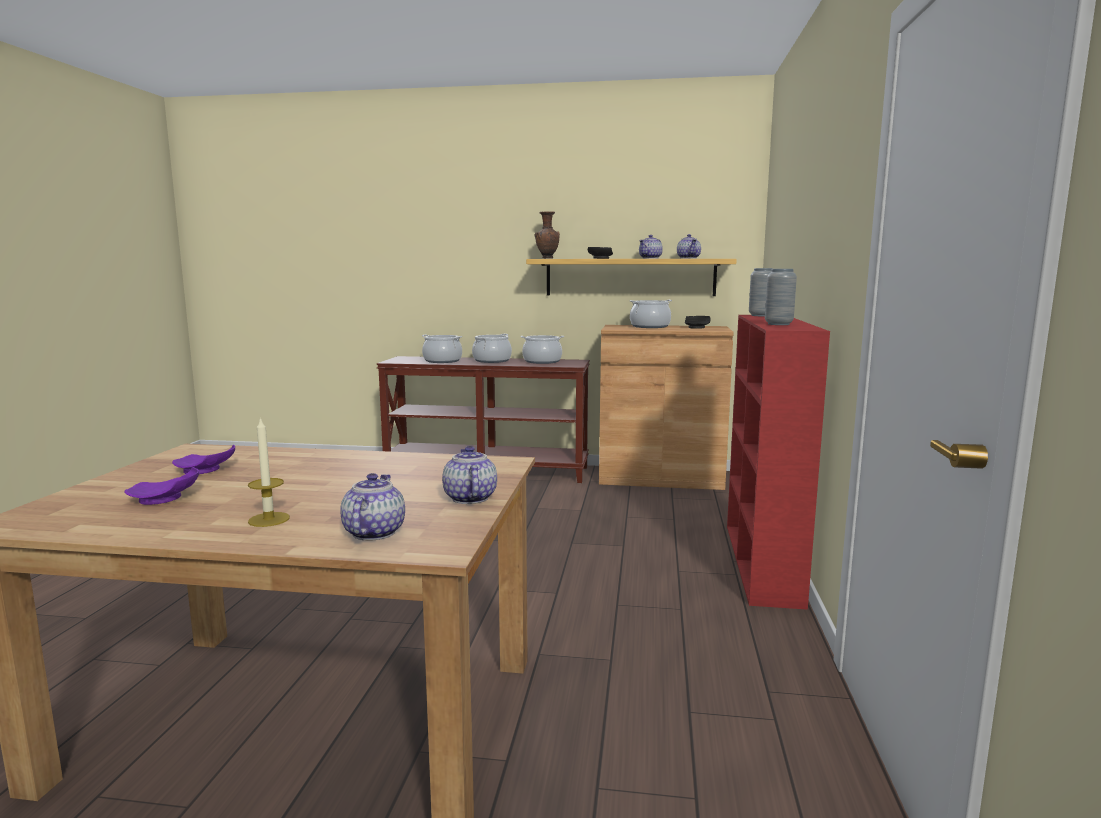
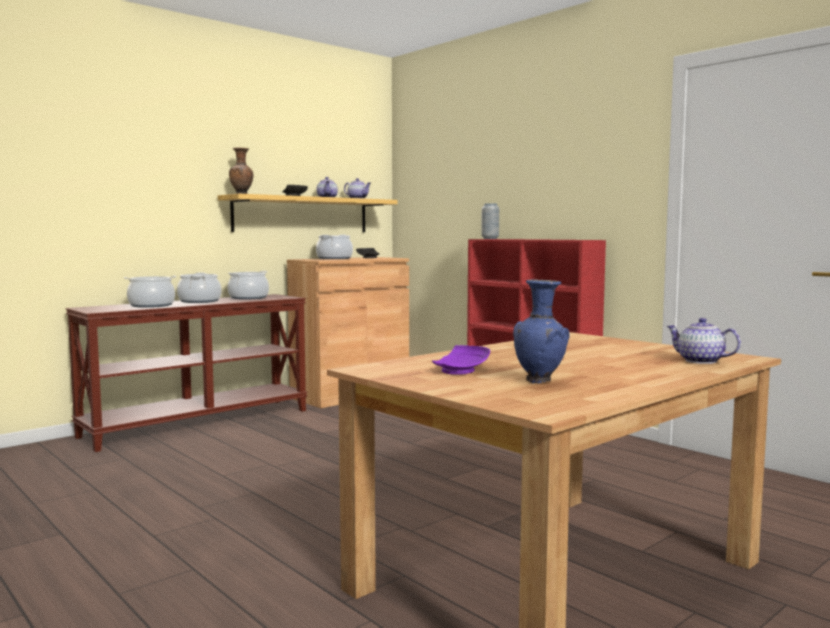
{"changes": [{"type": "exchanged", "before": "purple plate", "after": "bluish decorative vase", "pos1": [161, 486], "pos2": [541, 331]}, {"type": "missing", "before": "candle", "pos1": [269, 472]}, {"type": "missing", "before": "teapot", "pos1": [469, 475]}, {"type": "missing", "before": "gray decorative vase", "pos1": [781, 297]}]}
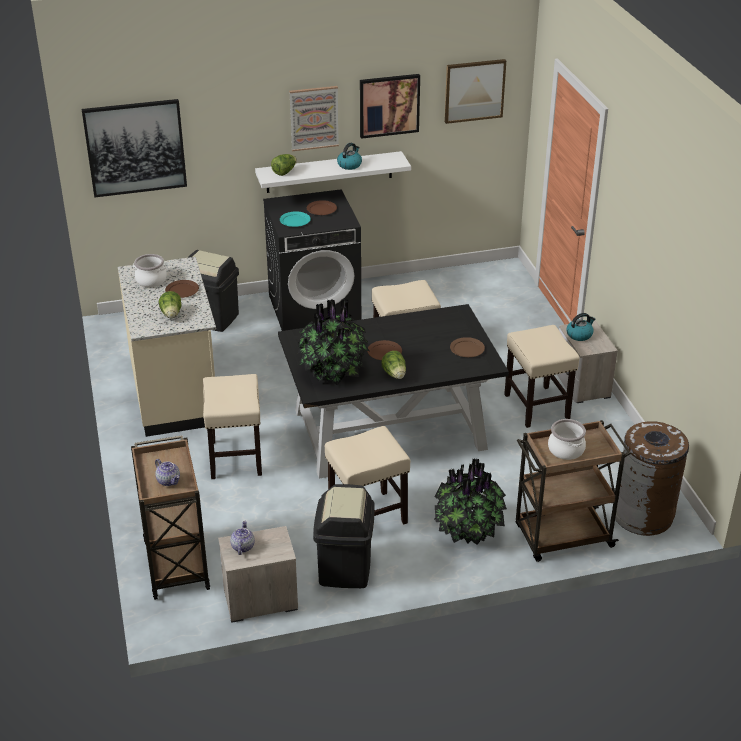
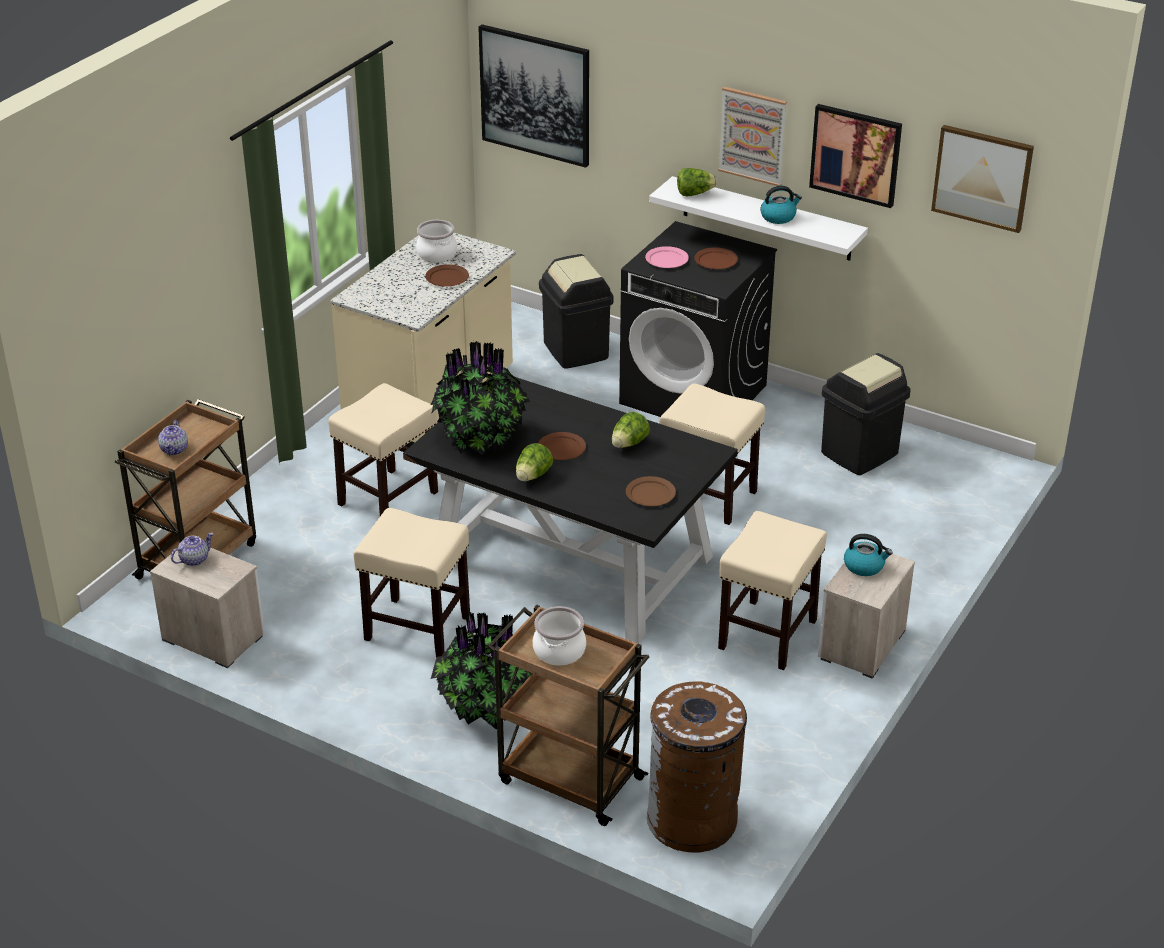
{"changes": [{"type": "relocated", "before": "head of lettuce", "pos1": [170, 304], "pos2": [631, 430]}, {"type": "colour", "before": "turquoise plate", "after": "pink plate", "pos1": [295, 219], "pos2": [667, 257]}, {"type": "relocated", "before": "blackish rubbish bin", "pos1": [344, 536], "pos2": [865, 414]}]}
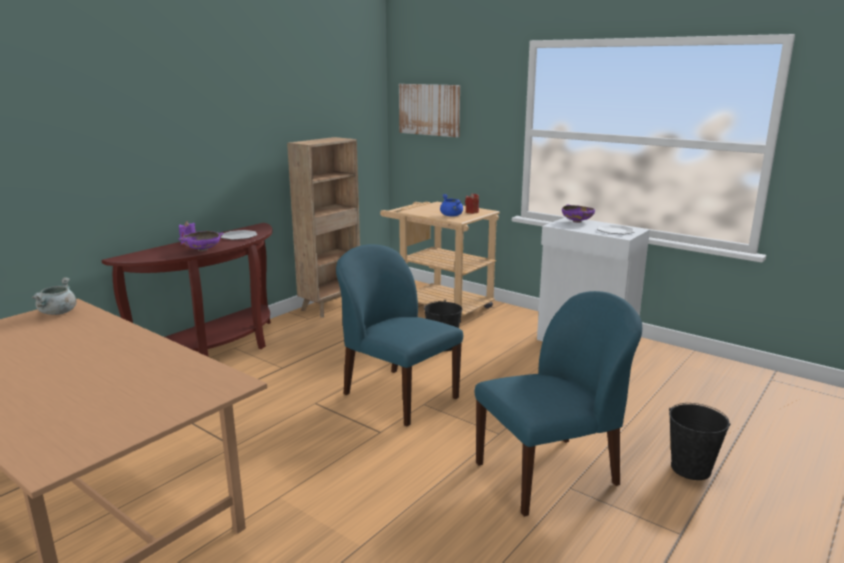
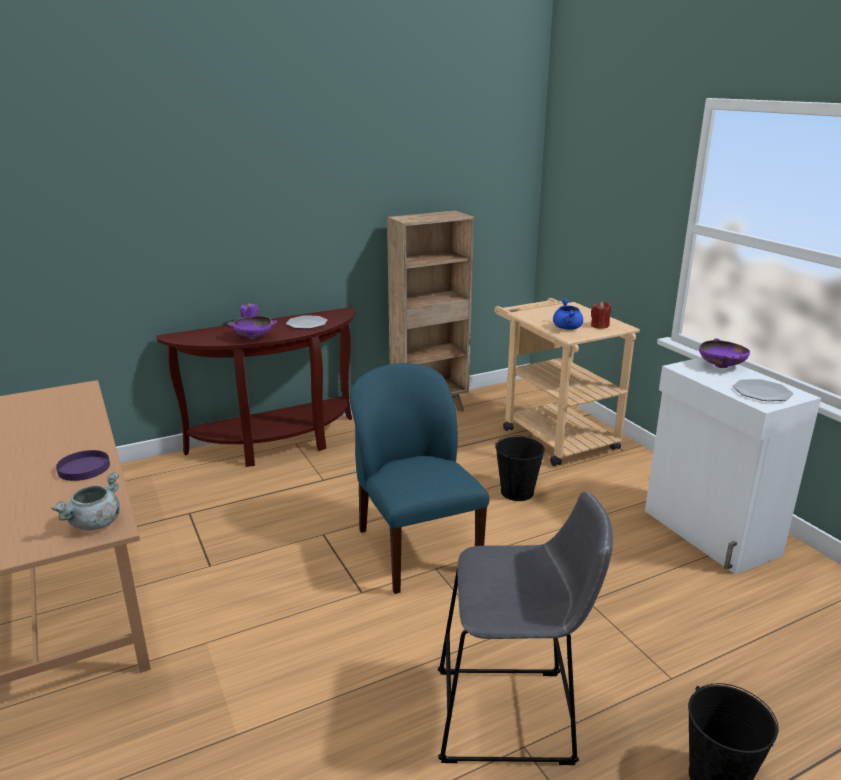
{"changes": [{"type": "relocated", "before": "gray stockpot", "pos1": [54, 296], "pos2": [85, 501]}, {"type": "appeared", "after": "purple plate", "pos2": [83, 465]}, {"type": "exchanged", "before": "bluish upright chair", "after": "gray stool", "pos1": [558, 404], "pos2": [525, 628]}, {"type": "missing", "before": "wall picture", "pos1": [429, 110]}]}
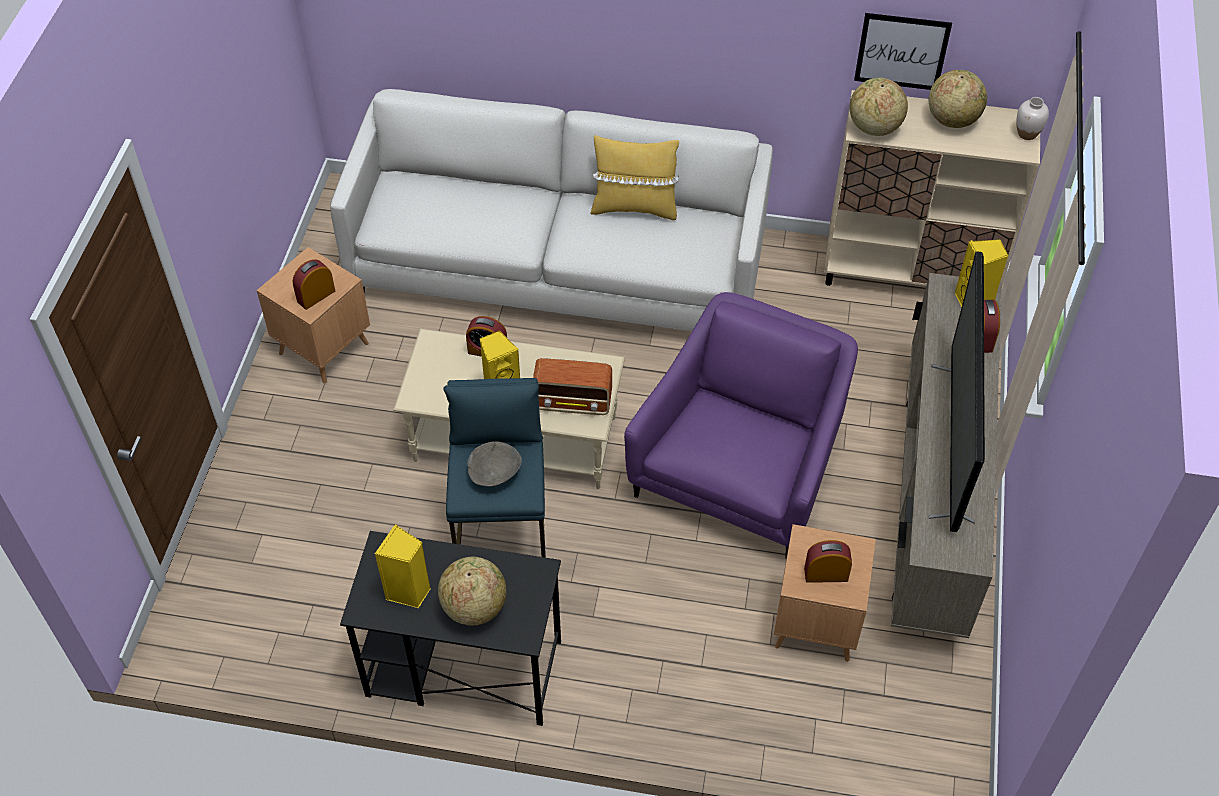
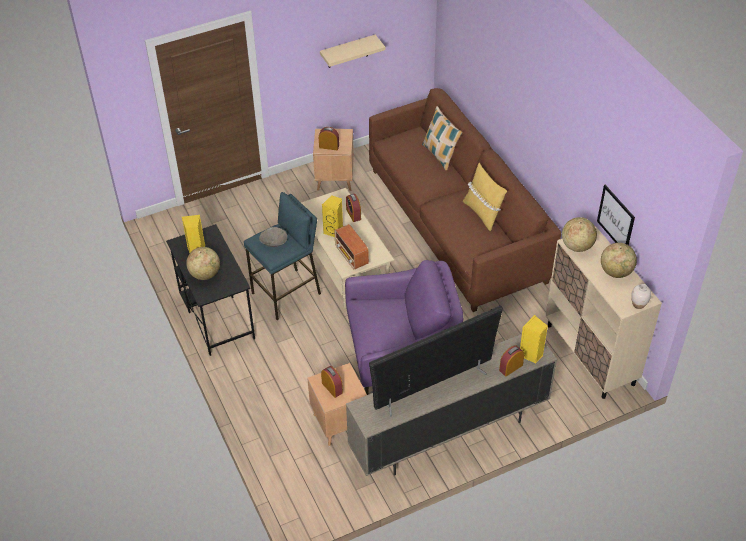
{"changes": [{"type": "appeared", "after": "beige bracket shelf", "pos2": [352, 51]}, {"type": "colour", "before": "whitish settee", "after": "brown-coloured settee", "pos1": [551, 210], "pos2": [465, 200]}, {"type": "appeared", "after": "pillow", "pos2": [442, 138]}]}
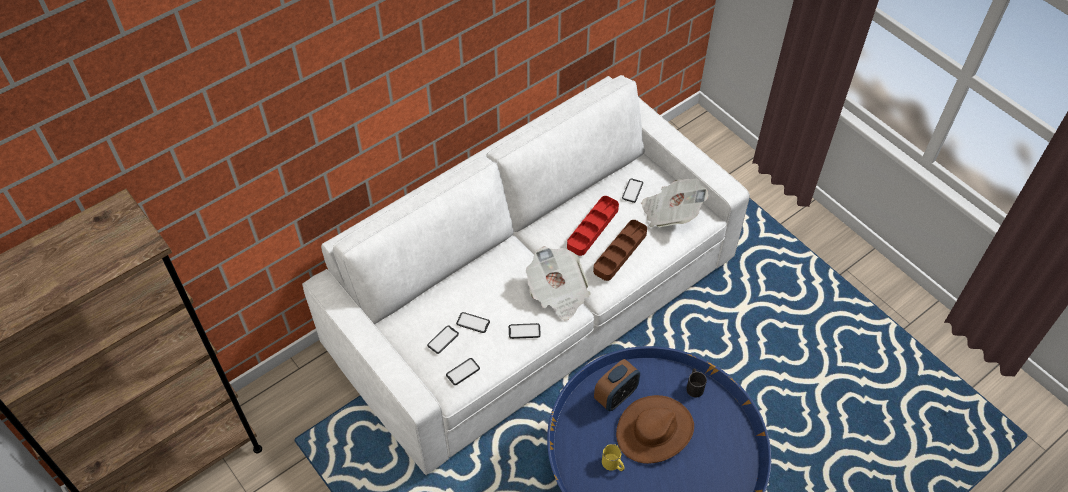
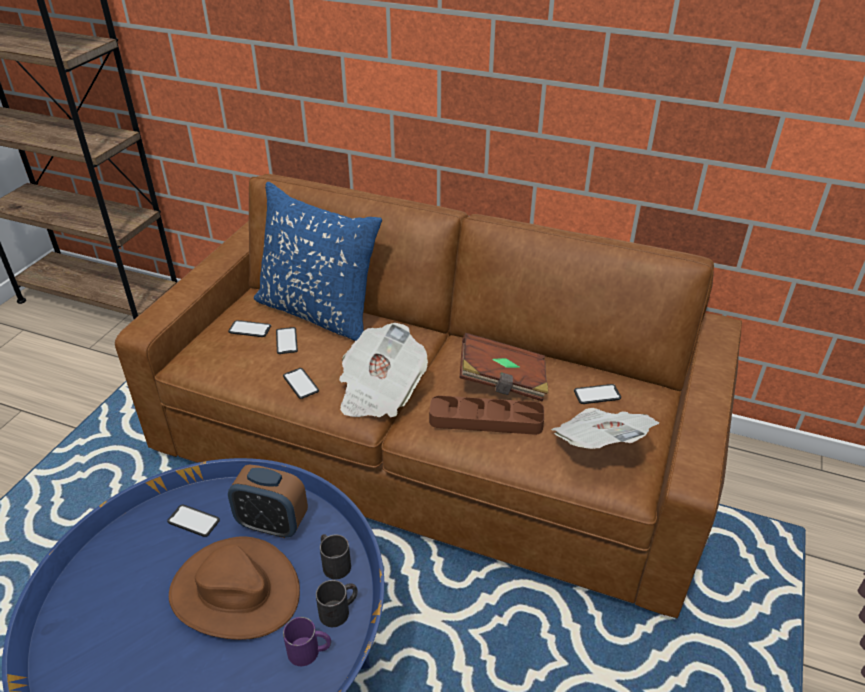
{"changes": [{"type": "colour", "before": "whitish settee", "after": "brown-coloured settee", "pos1": [526, 275], "pos2": [428, 396]}, {"type": "relocated", "before": "telephone", "pos1": [463, 371], "pos2": [193, 521]}, {"type": "appeared", "after": "bluish pillow", "pos2": [318, 261]}, {"type": "appeared", "after": "purple coffee mug", "pos2": [307, 641]}, {"type": "appeared", "after": "blackish coffee mug", "pos2": [335, 556]}, {"type": "exchanged", "before": "red-coloured carrying tray", "after": "brown-coloured bound book", "pos1": [593, 226], "pos2": [504, 367]}, {"type": "missing", "before": "yellowish coffee mug", "pos1": [613, 457]}]}
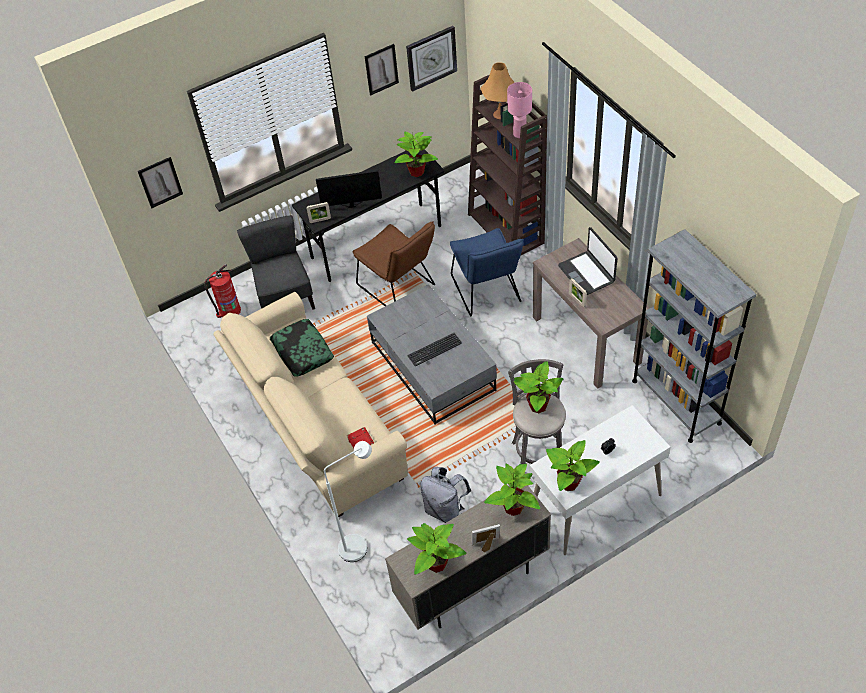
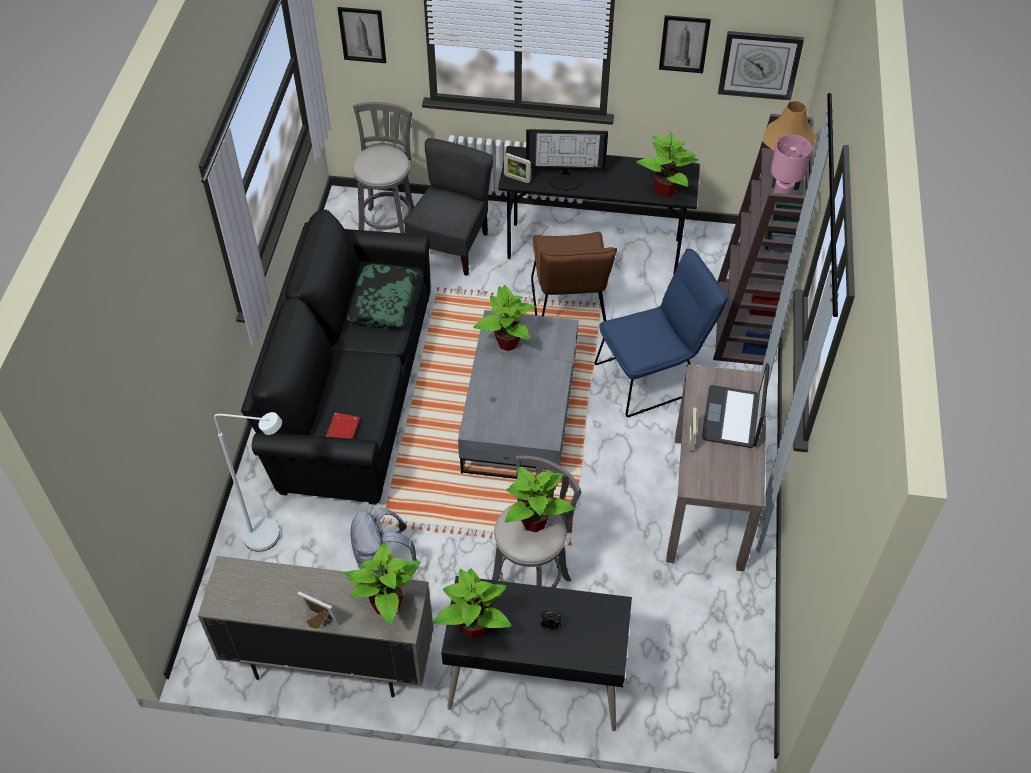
{"changes": [{"type": "colour", "before": "beige settee", "after": "blackish settee", "pos1": [311, 404], "pos2": [336, 357]}, {"type": "exchanged", "before": "extinguisher", "after": "gray stool", "pos1": [222, 291], "pos2": [383, 167]}, {"type": "colour", "before": "whitish desk unit", "after": "blackish desk unit", "pos1": [600, 480], "pos2": [536, 653]}, {"type": "relocated", "before": "potted plant", "pos1": [436, 548], "pos2": [504, 318]}, {"type": "spun", "before": "computer display", "pos1": [349, 189], "pos2": [567, 160], "turn": 150}, {"type": "spun", "before": "bluish upright chair", "pos1": [487, 272], "pos2": [661, 333], "turn": -135}, {"type": "missing", "before": "keyboard", "pos1": [435, 349]}, {"type": "missing", "before": "gray bookshelf", "pos1": [694, 336]}]}
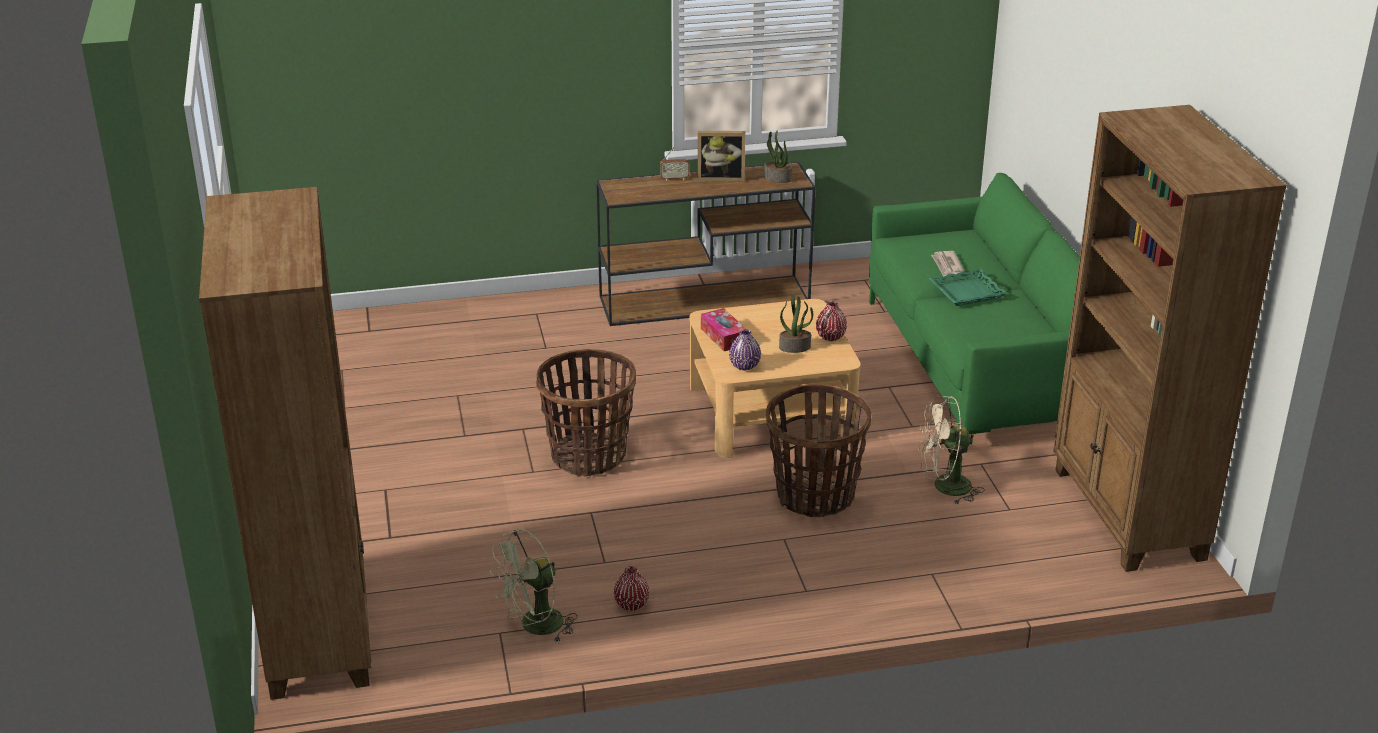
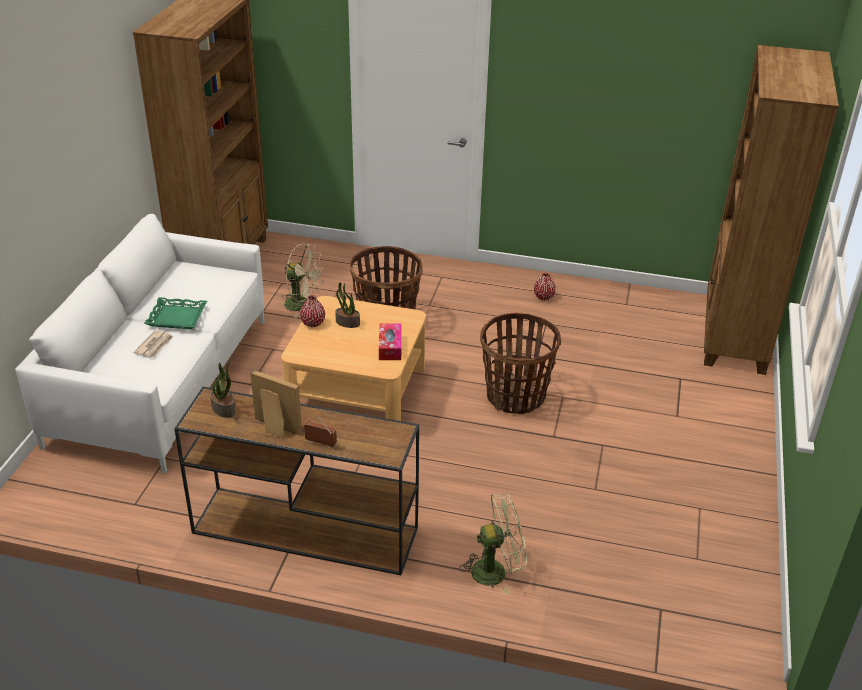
{"changes": [{"type": "colour", "before": "green-coloured settee", "after": "whitish settee", "pos1": [974, 313], "pos2": [140, 343]}, {"type": "relocated", "before": "green-coloured electric fan", "pos1": [533, 586], "pos2": [493, 543]}, {"type": "missing", "before": "purple decorative vase", "pos1": [745, 349]}]}
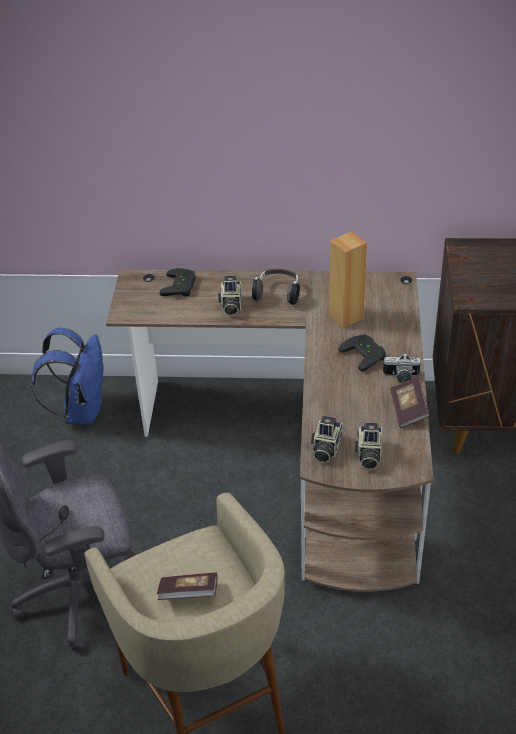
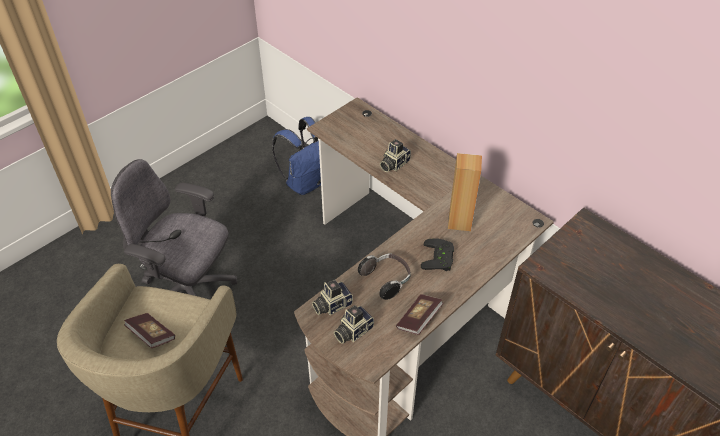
{"changes": [{"type": "relocated", "before": "pair of headphones", "pos1": [276, 287], "pos2": [384, 276]}, {"type": "missing", "before": "blackish joypad", "pos1": [177, 282]}, {"type": "missing", "before": "still camera", "pos1": [401, 368]}]}
